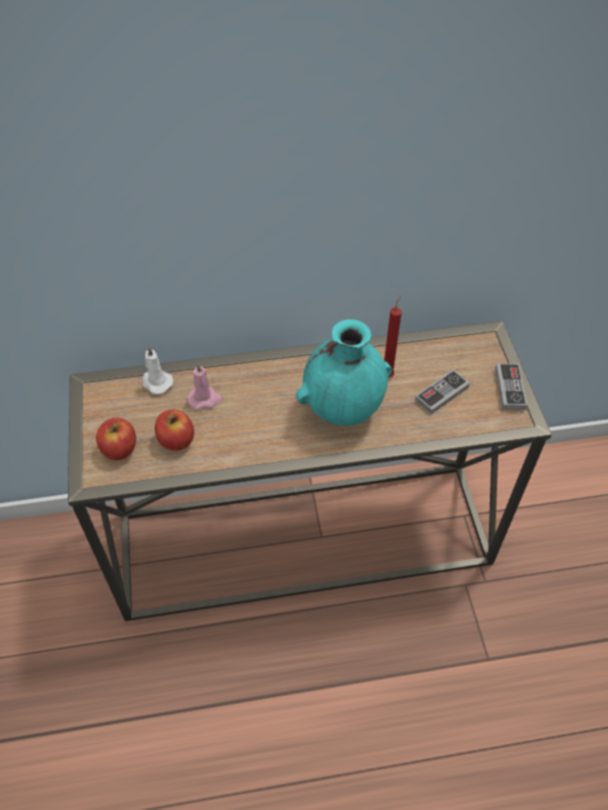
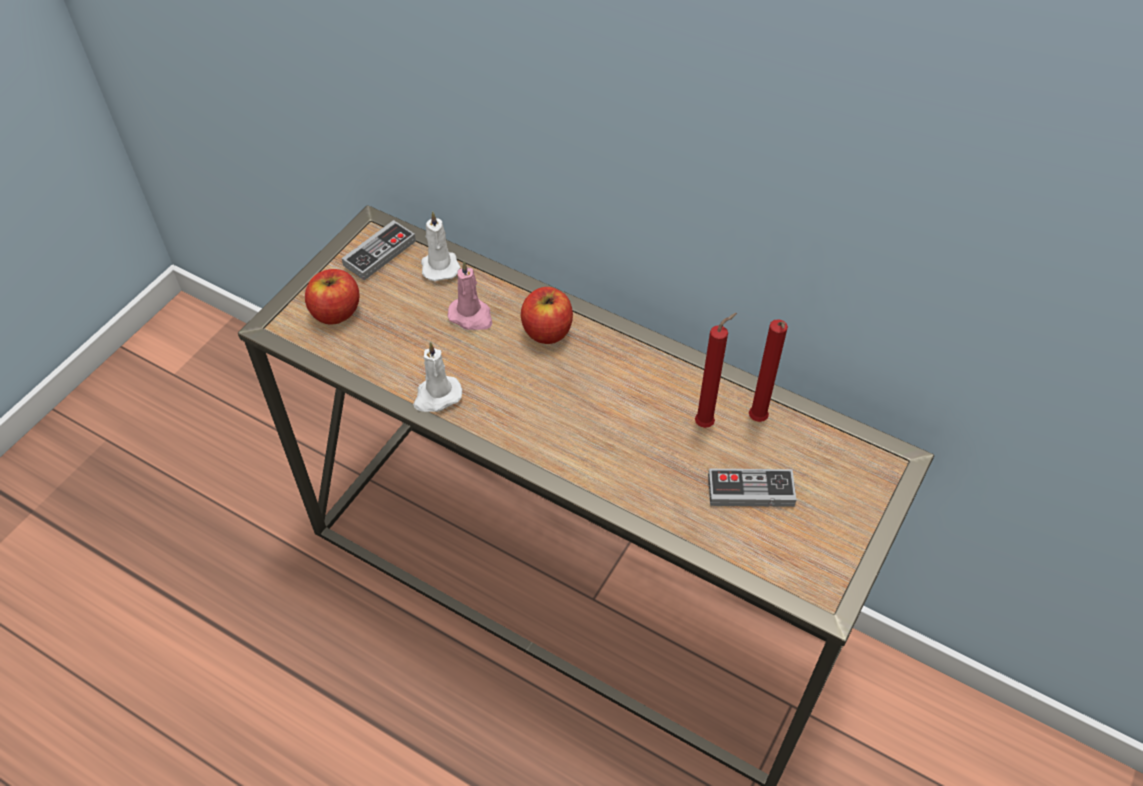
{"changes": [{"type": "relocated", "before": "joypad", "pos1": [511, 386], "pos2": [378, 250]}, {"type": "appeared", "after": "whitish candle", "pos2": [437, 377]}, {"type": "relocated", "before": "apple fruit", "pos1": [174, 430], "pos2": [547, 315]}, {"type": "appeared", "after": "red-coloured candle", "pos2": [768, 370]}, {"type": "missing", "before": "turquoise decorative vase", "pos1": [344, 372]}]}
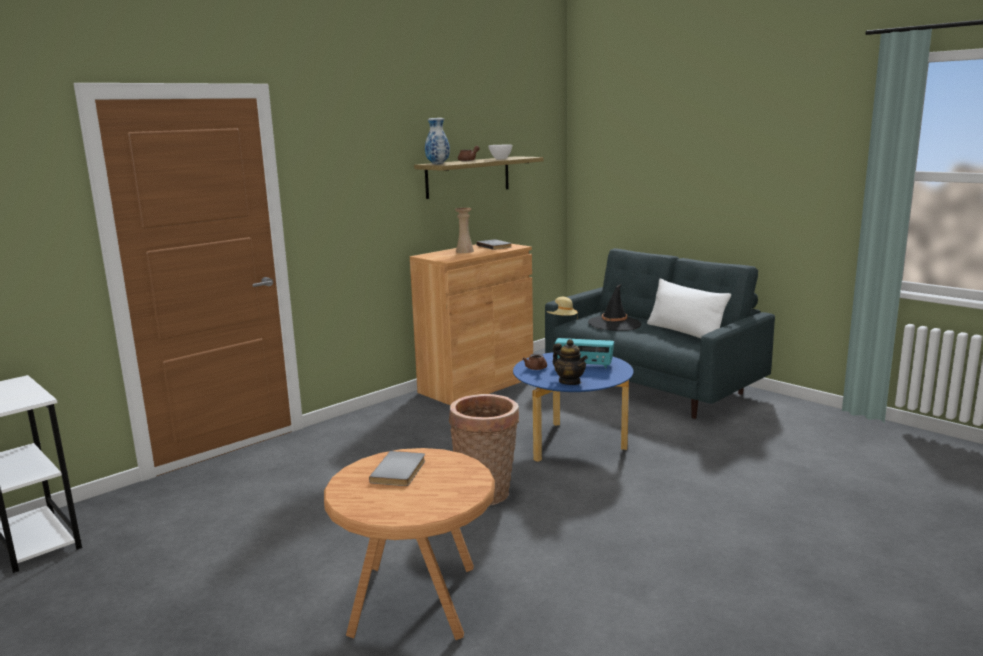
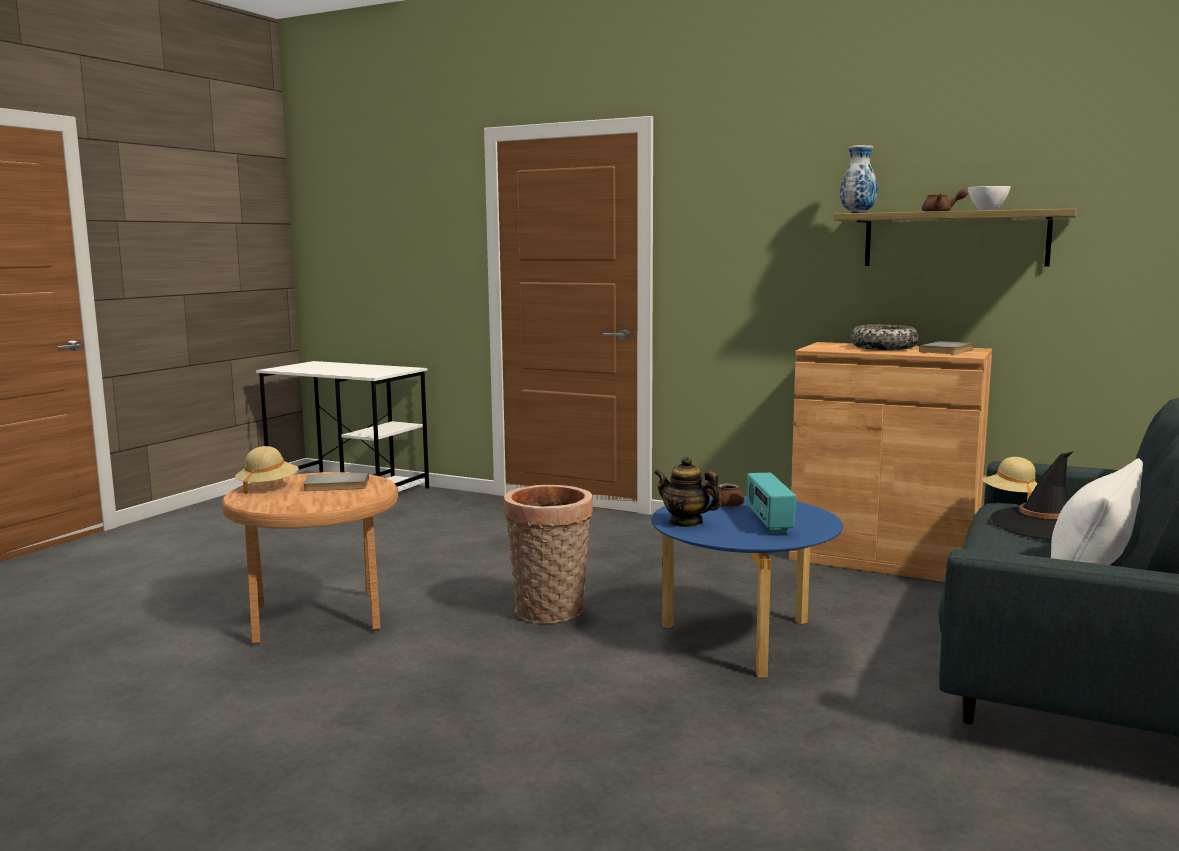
{"changes": [{"type": "appeared", "after": "beige hat", "pos2": [267, 470]}, {"type": "spun", "before": "teapot", "pos1": [570, 362], "pos2": [687, 491], "turn": 90}, {"type": "exchanged", "before": "beige decorative vase", "after": "deep dish", "pos1": [464, 230], "pos2": [884, 337]}]}
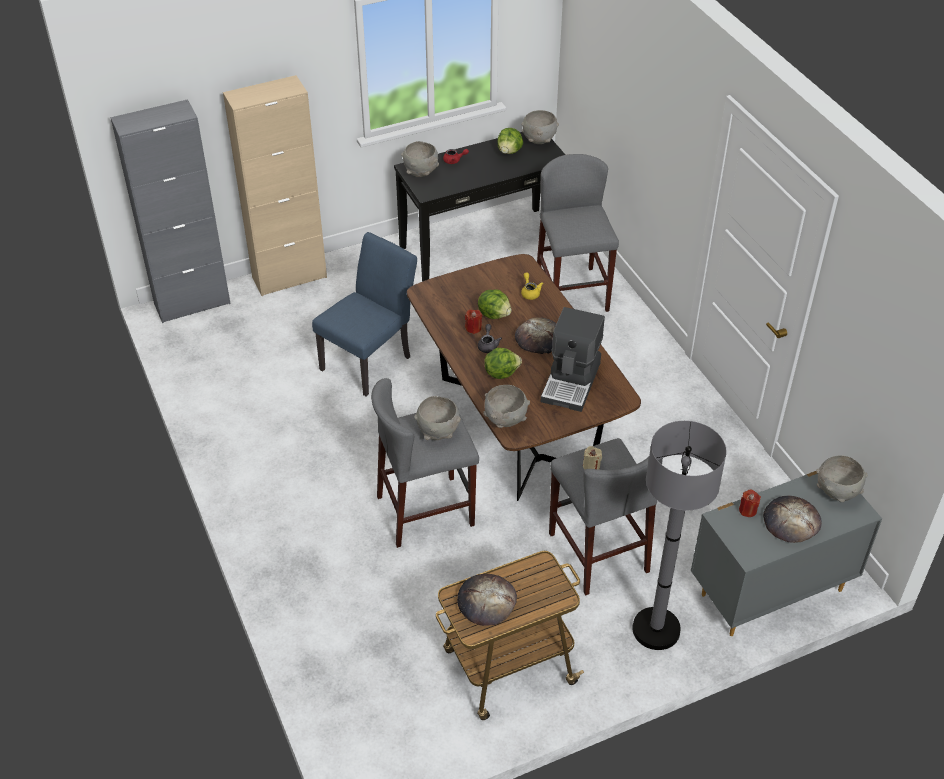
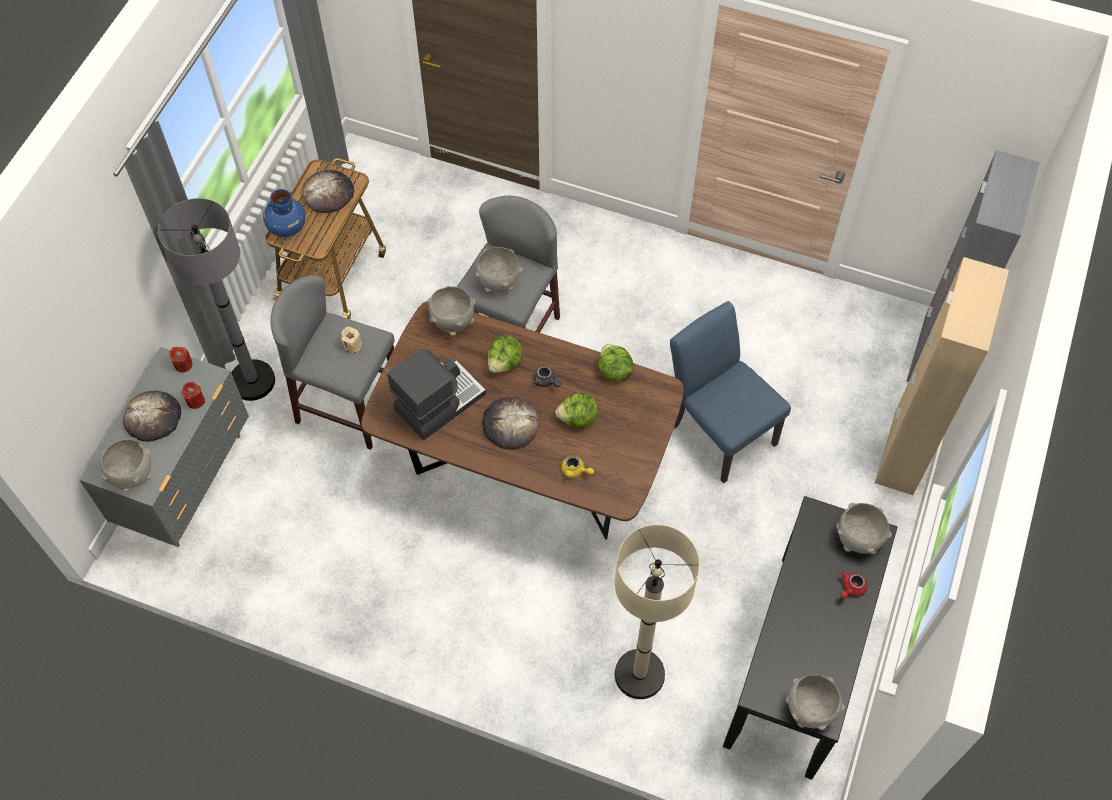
{"changes": [{"type": "relocated", "before": "red-coloured candle", "pos1": [473, 322], "pos2": [180, 360]}, {"type": "appeared", "after": "bluish decorative vase", "pos2": [284, 213]}, {"type": "spun", "before": "coffee brewer", "pos1": [573, 359], "pos2": [436, 394], "turn": 75}, {"type": "relocated", "before": "head of lettuce", "pos1": [510, 141], "pos2": [615, 363]}, {"type": "exchanged", "before": "gray stool", "after": "beige standard lamp", "pos1": [578, 233], "pos2": [657, 612]}, {"type": "spun", "before": "bluish upright chair", "pos1": [364, 314], "pos2": [730, 392], "turn": 150}]}
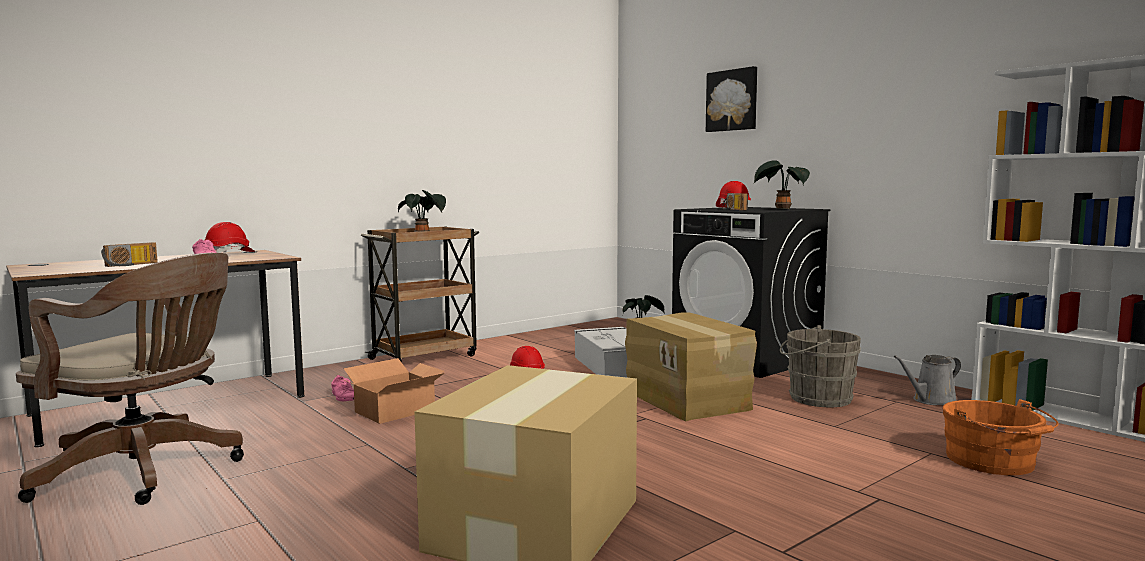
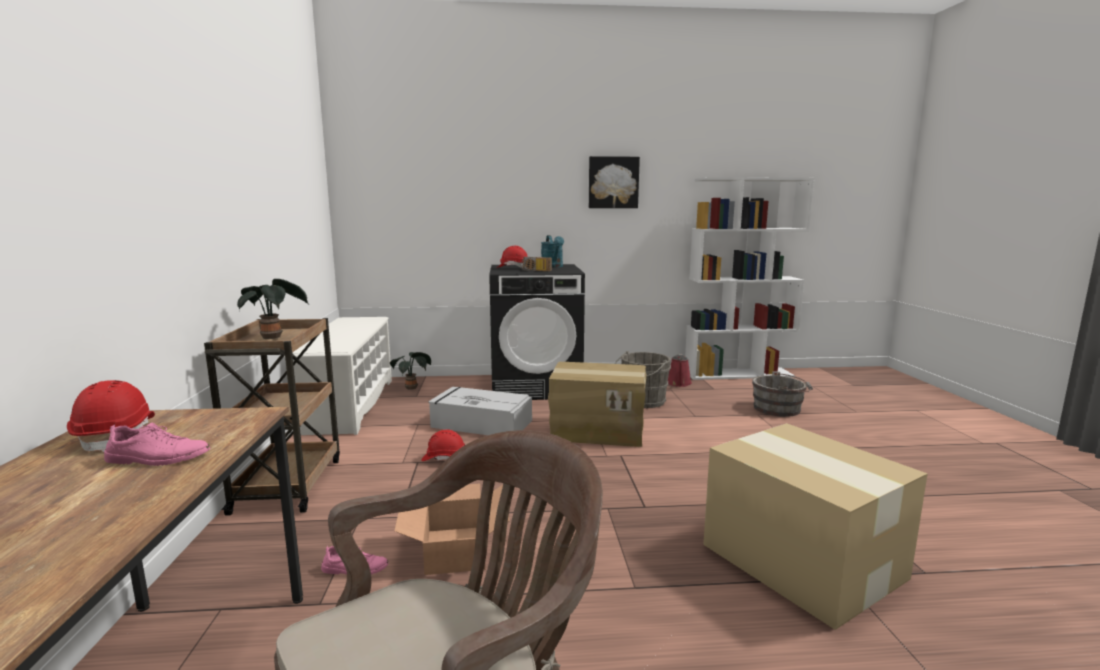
{"changes": [{"type": "appeared", "after": "whitish shoe shelf", "pos2": [338, 376]}, {"type": "exchanged", "before": "potted plant", "after": "turquoise watering pot", "pos1": [782, 184], "pos2": [552, 251]}, {"type": "relocated", "before": "wall picture", "pos1": [731, 99], "pos2": [614, 182]}, {"type": "colour", "before": "gray watering pot", "after": "red-coloured watering pot", "pos1": [927, 380], "pos2": [680, 370]}, {"type": "colour", "before": "orangey pail", "after": "gray pail", "pos1": [1001, 437], "pos2": [782, 394]}, {"type": "missing", "before": "radio set", "pos1": [129, 254]}]}
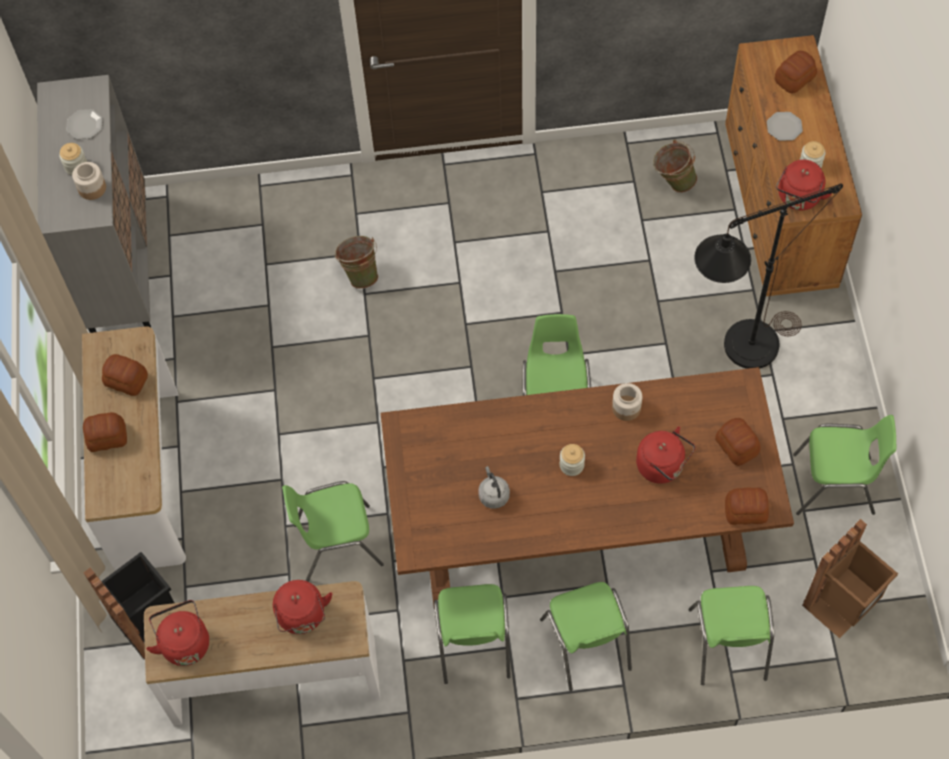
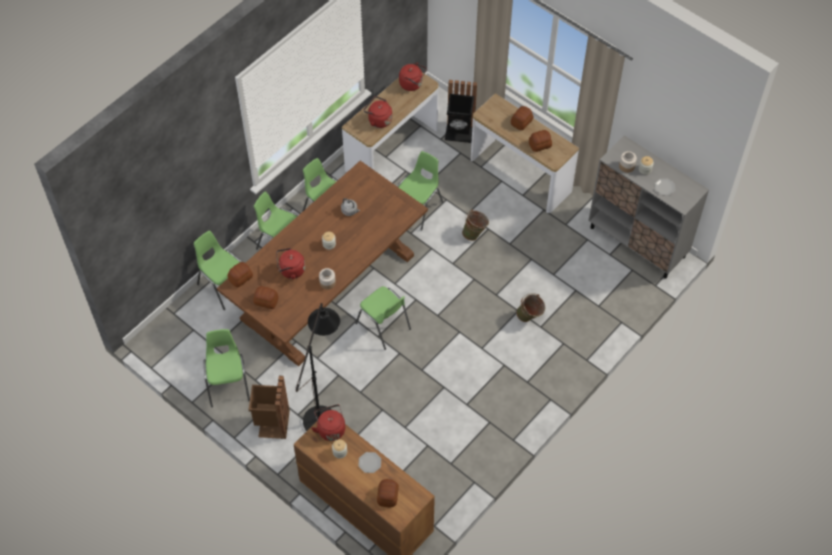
{"changes": [{"type": "spun", "before": "green-coloured upright chair", "pos1": [844, 465], "pos2": [227, 368], "turn": 120}, {"type": "relocated", "before": "brown-coloured rubbish bin", "pos1": [850, 578], "pos2": [269, 407]}, {"type": "relocated", "before": "green-coloured pail", "pos1": [675, 166], "pos2": [475, 225]}]}
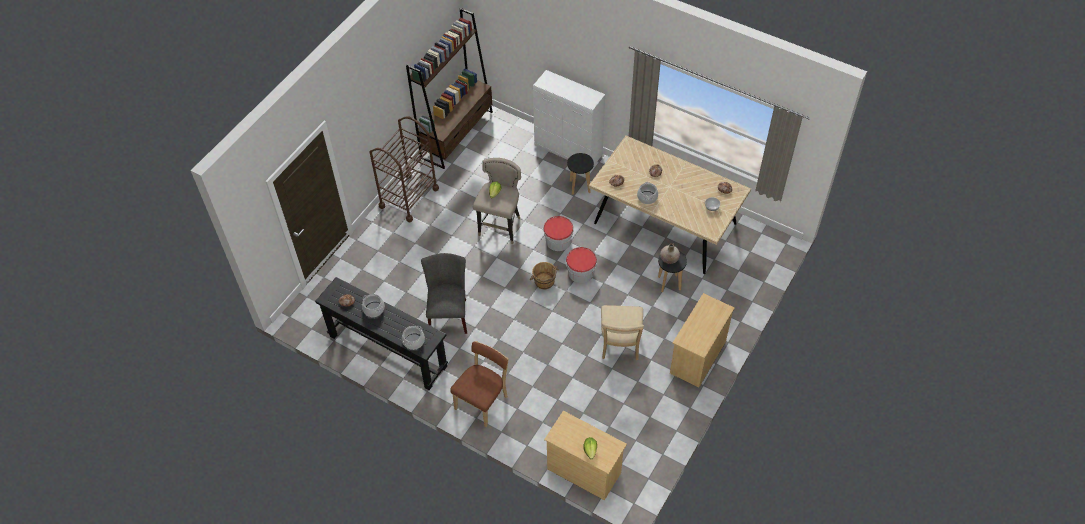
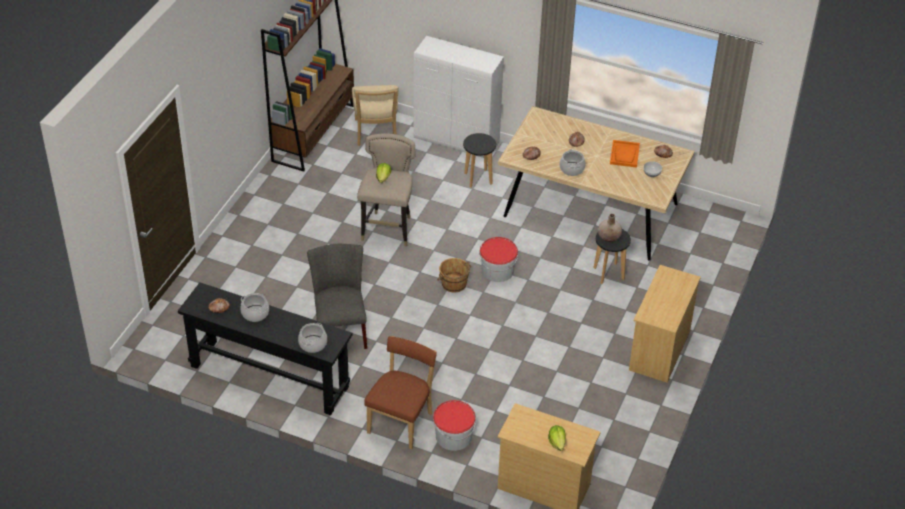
{"changes": [{"type": "relocated", "before": "beige upright chair", "pos1": [622, 332], "pos2": [375, 115]}, {"type": "relocated", "before": "pail", "pos1": [558, 233], "pos2": [454, 425]}, {"type": "appeared", "after": "orangey carrying tray", "pos2": [625, 154]}, {"type": "missing", "before": "brown-coloured trolley", "pos1": [404, 169]}]}
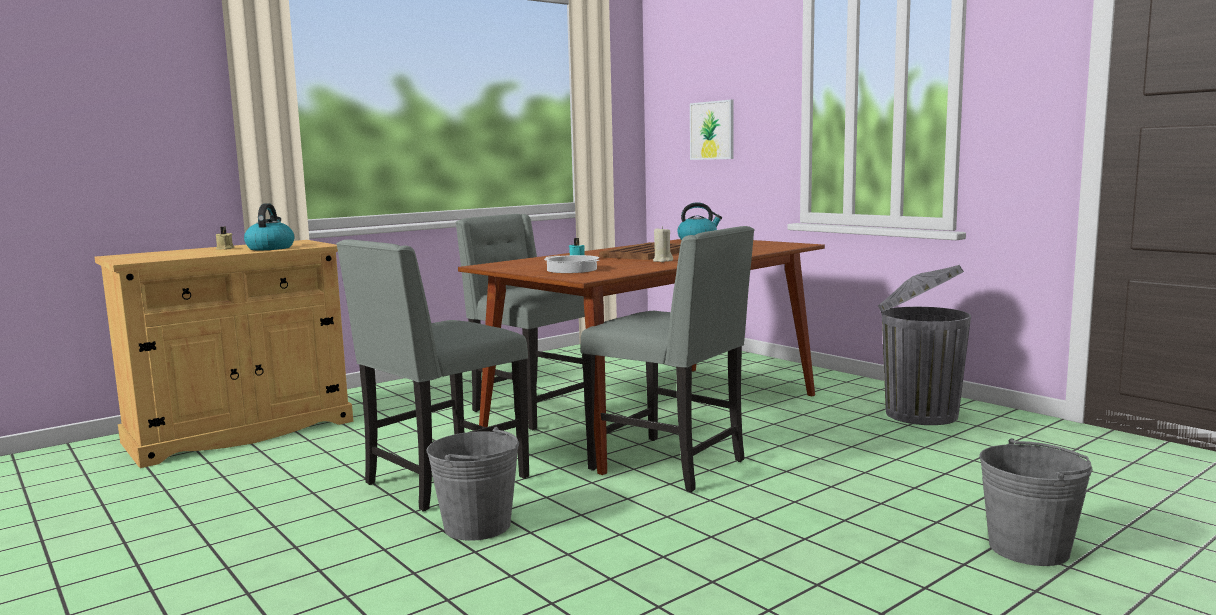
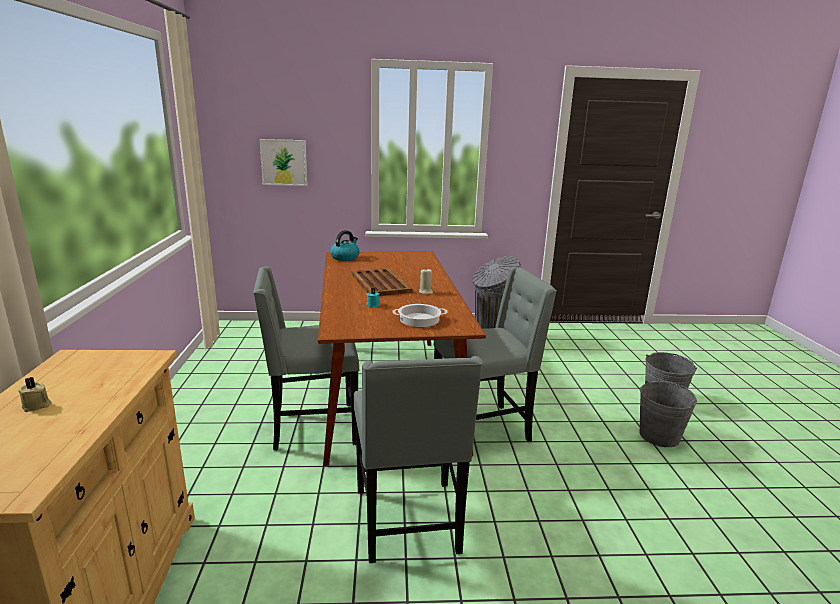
{"changes": [{"type": "relocated", "before": "gray pail", "pos1": [472, 484], "pos2": [668, 414]}, {"type": "missing", "before": "water kettle", "pos1": [269, 226]}]}
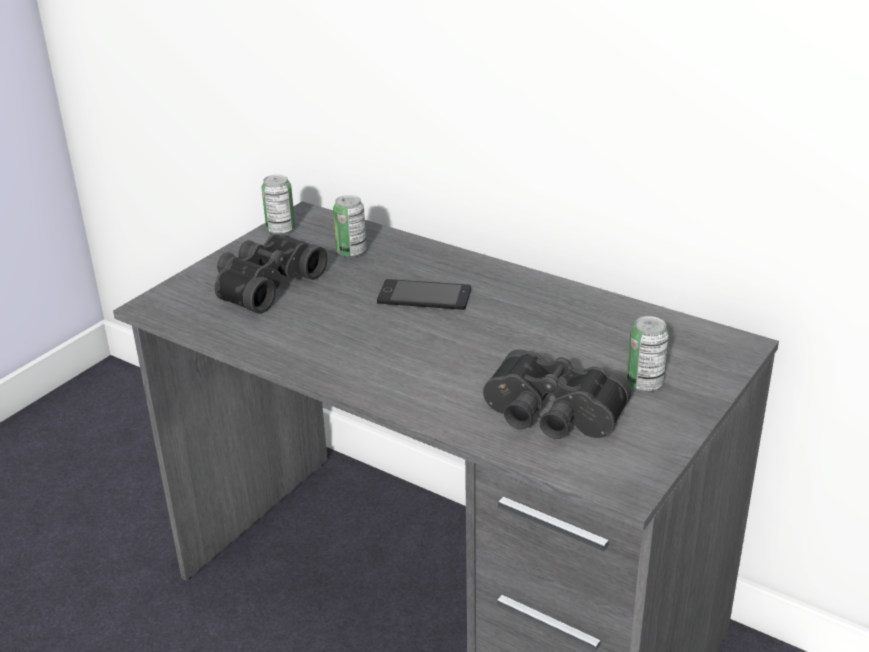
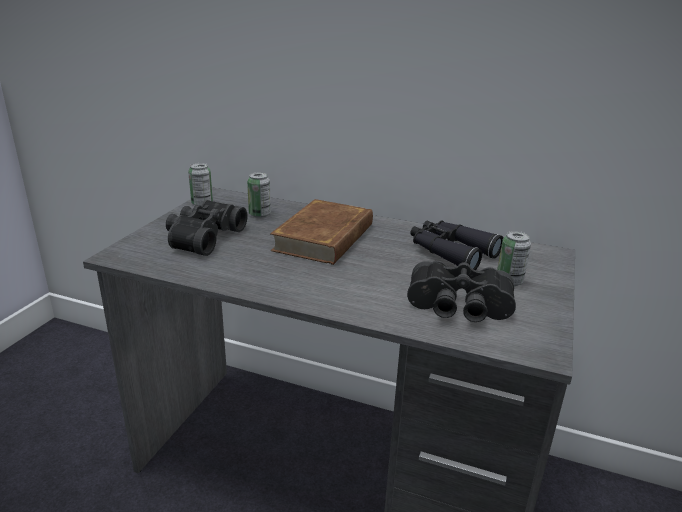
{"changes": [{"type": "exchanged", "before": "telephone", "after": "brown-coloured bound book", "pos1": [424, 294], "pos2": [321, 232]}, {"type": "appeared", "after": "blackish binoculars", "pos2": [457, 245]}]}
